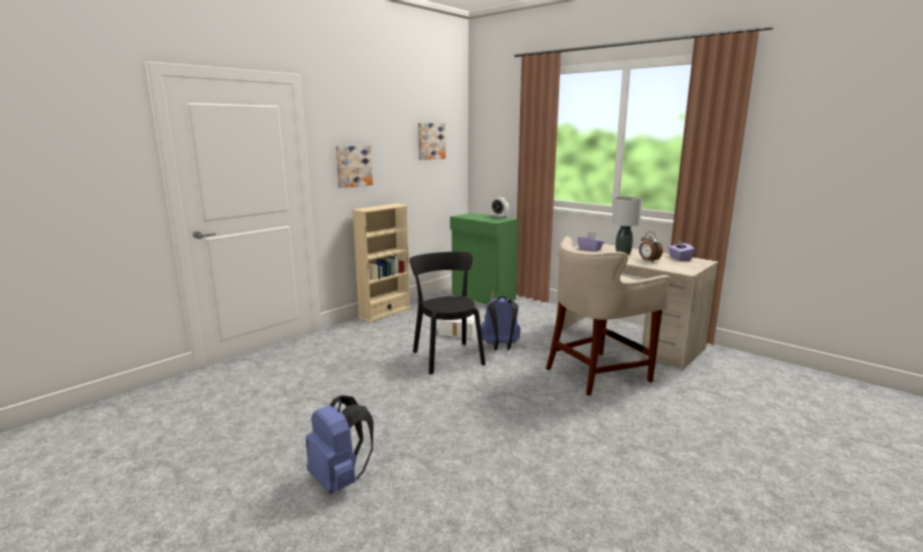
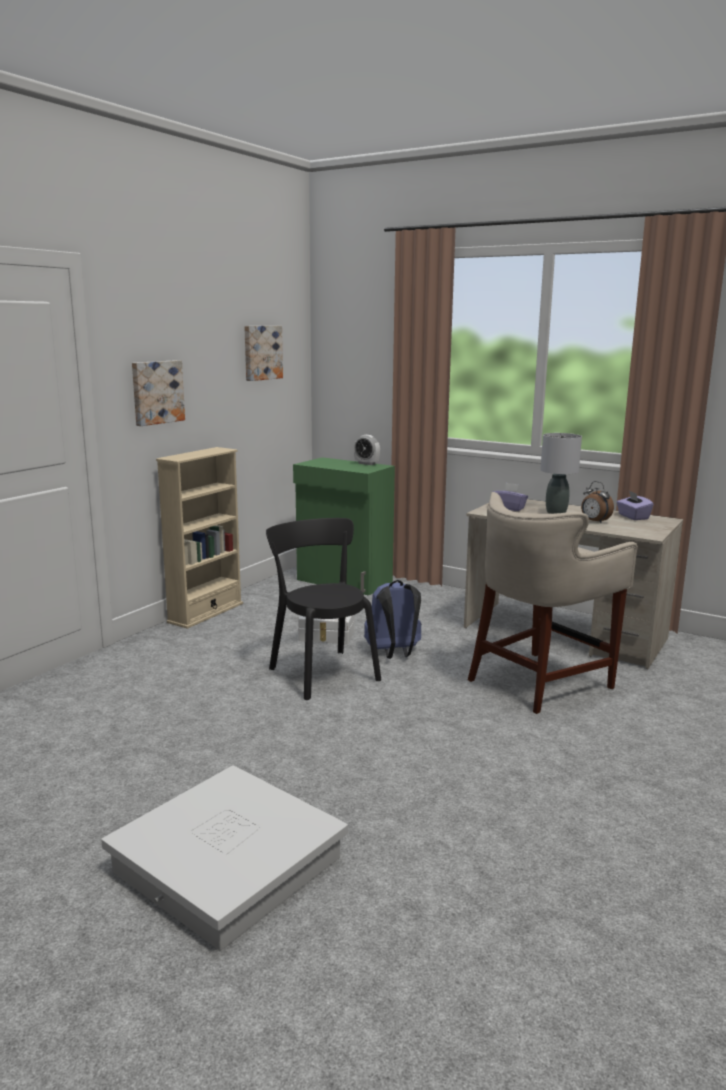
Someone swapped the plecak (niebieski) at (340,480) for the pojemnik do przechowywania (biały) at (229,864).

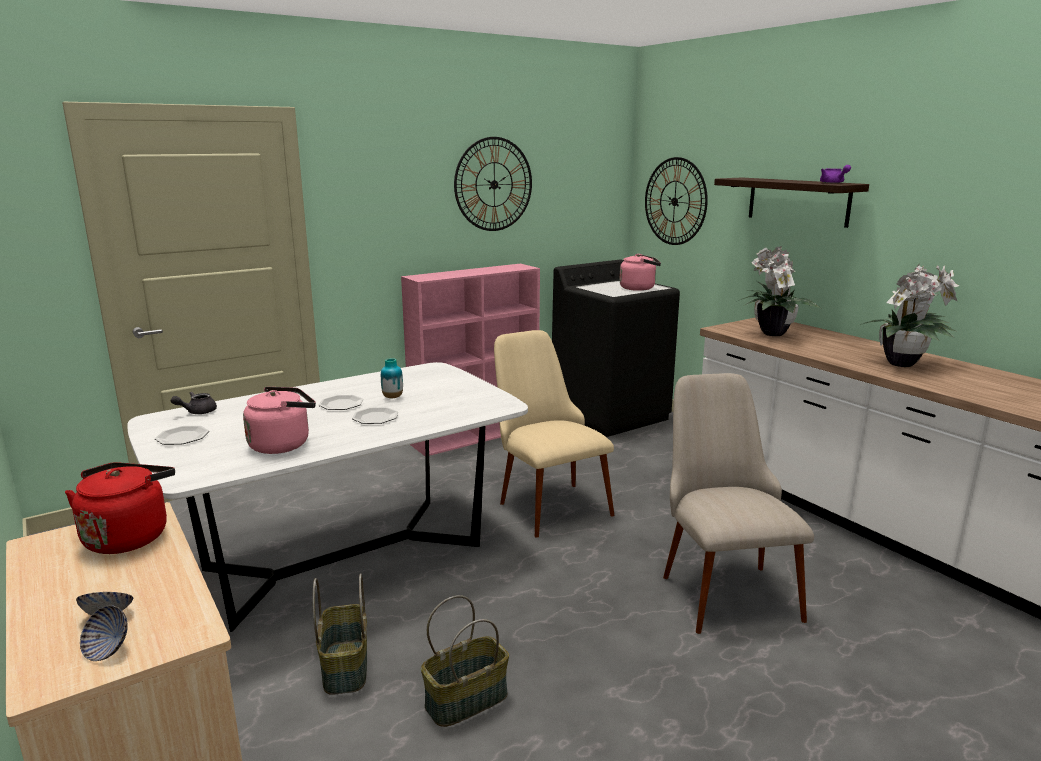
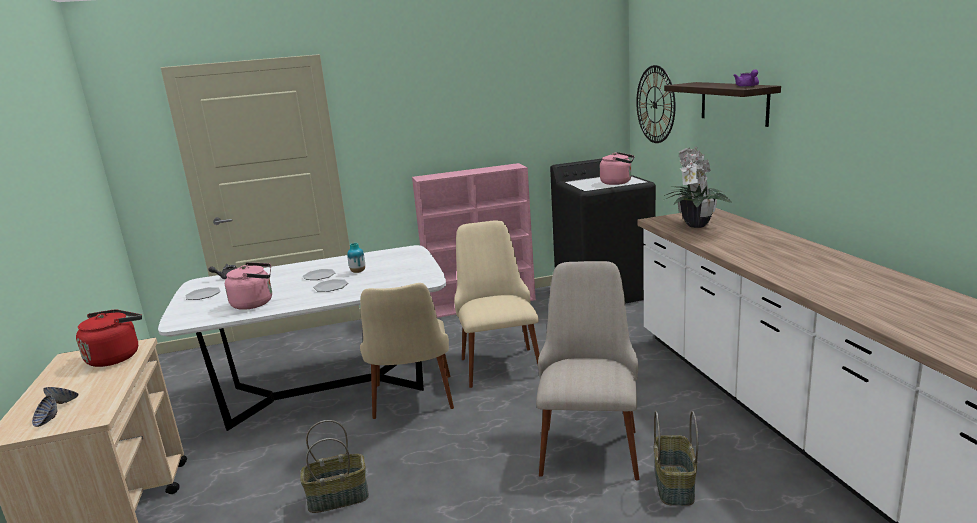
Someone took away the zegar ścienny at (494,184).
Someone took away the roślina doniczkowa at (904,364).
Someone put down the krzesło (beżowy) at (413,405).
Someone carried the koszyk from (344,666) to (673,485).

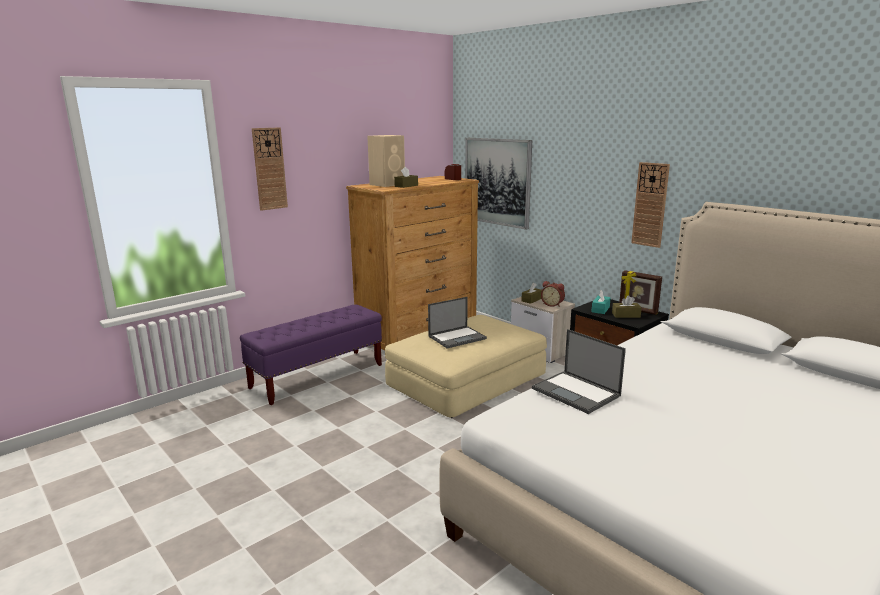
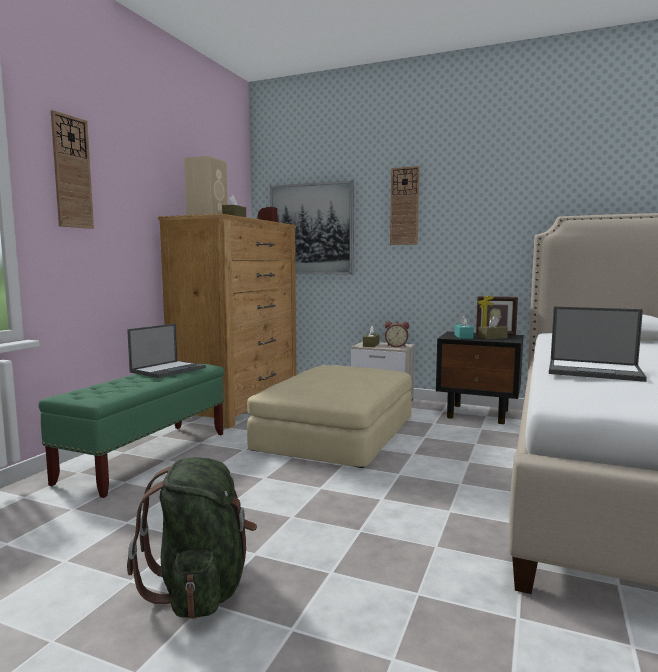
Someone put down the plecak (zielony) at (201,588).
Someone carried the laptop from (457,337) to (168,370).
Someone carried the zegar ścienny from (650,205) to (404,206).
Someone repainted the ławka (fioletowy) at (318,376), which became the ławka (zielony) at (147,457).

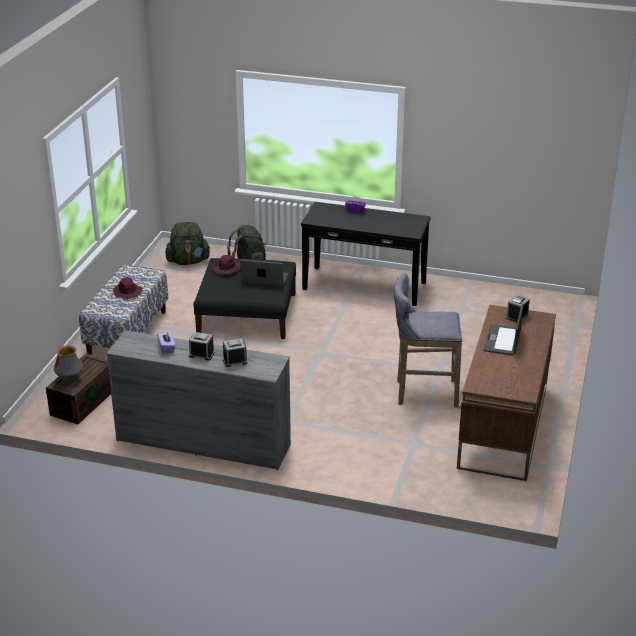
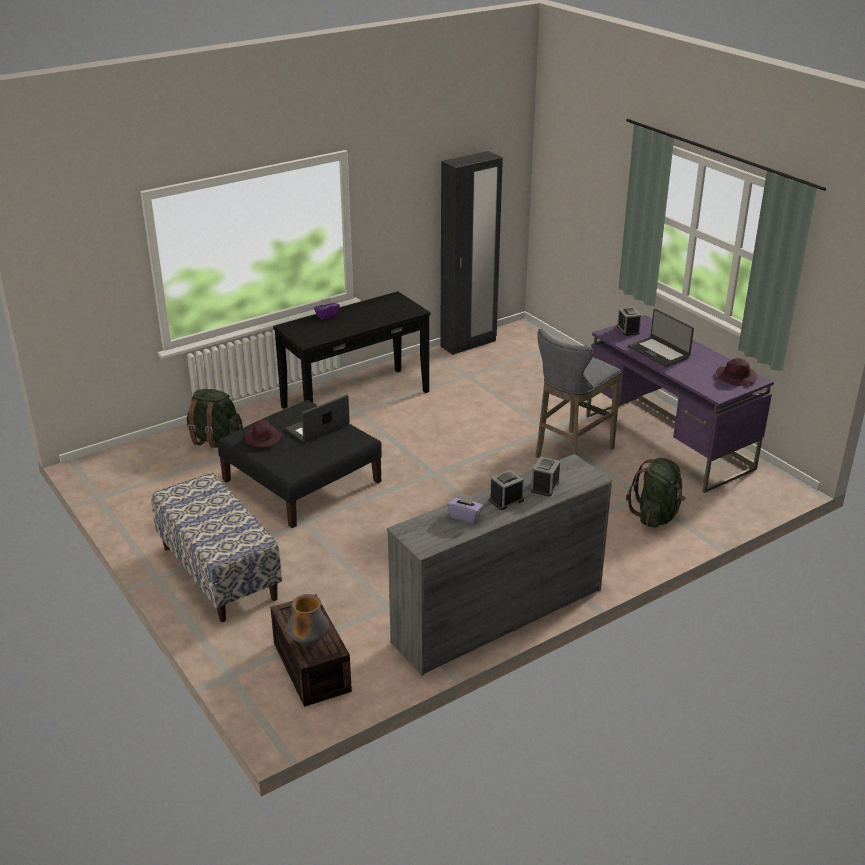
Someone put down the szafa (czarny) at (468,344).
Someone carried the kapelusz (fioletowy) from (128,292) to (736,377).
Someone carried the plecak (zielony) from (188,261) to (656,515).
Someone repainted the biurko (brązowy) at (503,427), which became the biurko (fioletowy) at (668,442).

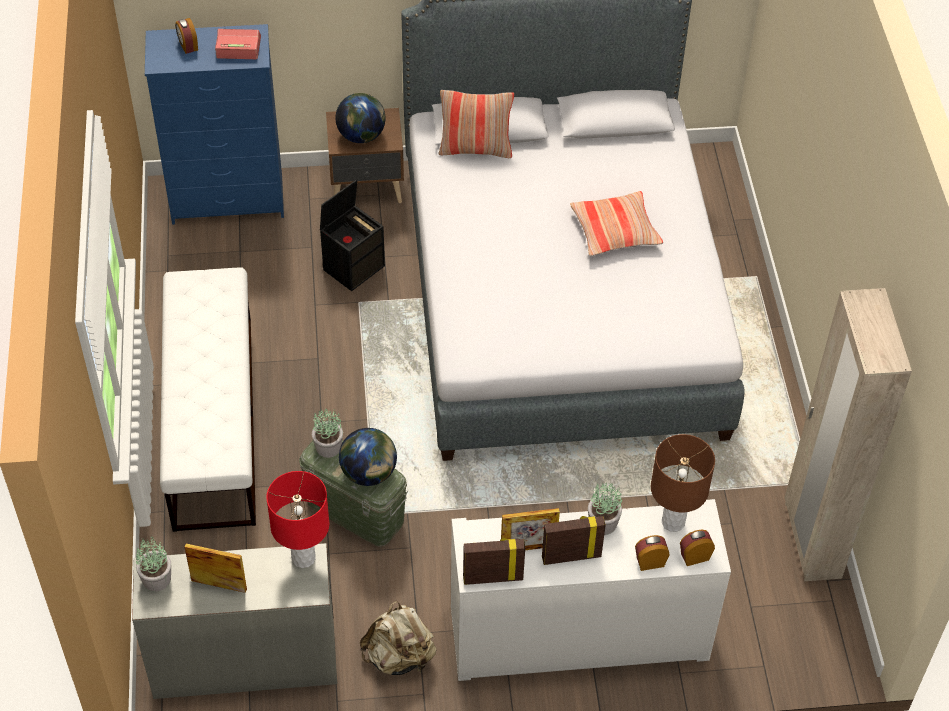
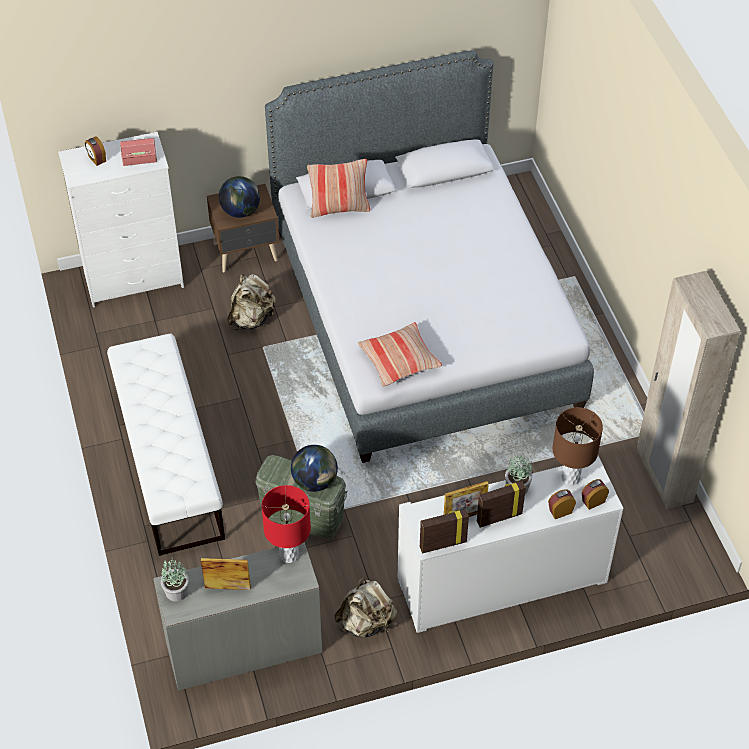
Someone took away the roślina doniczkowa at (328,447).
Someone carried the poduszka from (615,231) to (399,360).
Someone swapped the pojemnik do przechowywania (czarny) at (354,267) for the plecak (beżowy) at (252,319).
Someone repainted the komoda (niebieski) at (229,201), which became the komoda (biały) at (135,280).

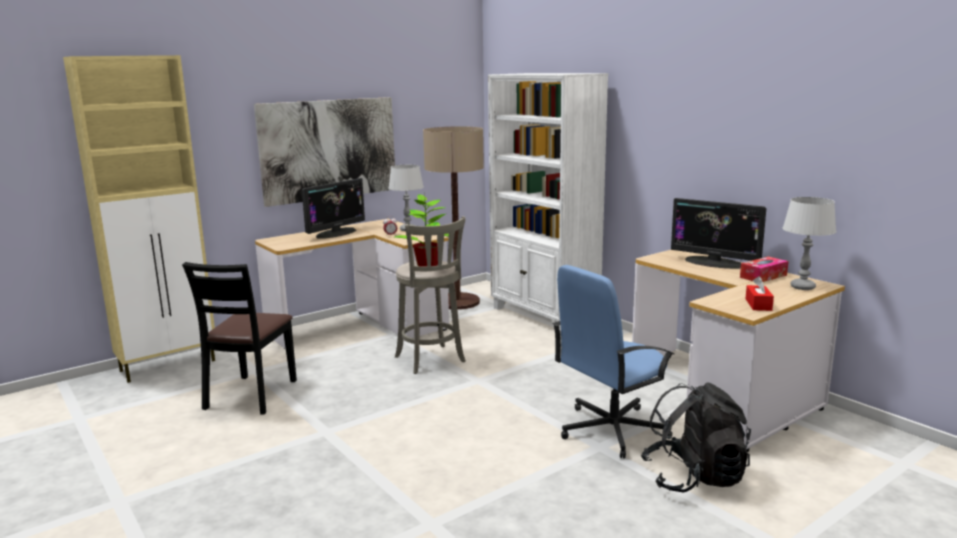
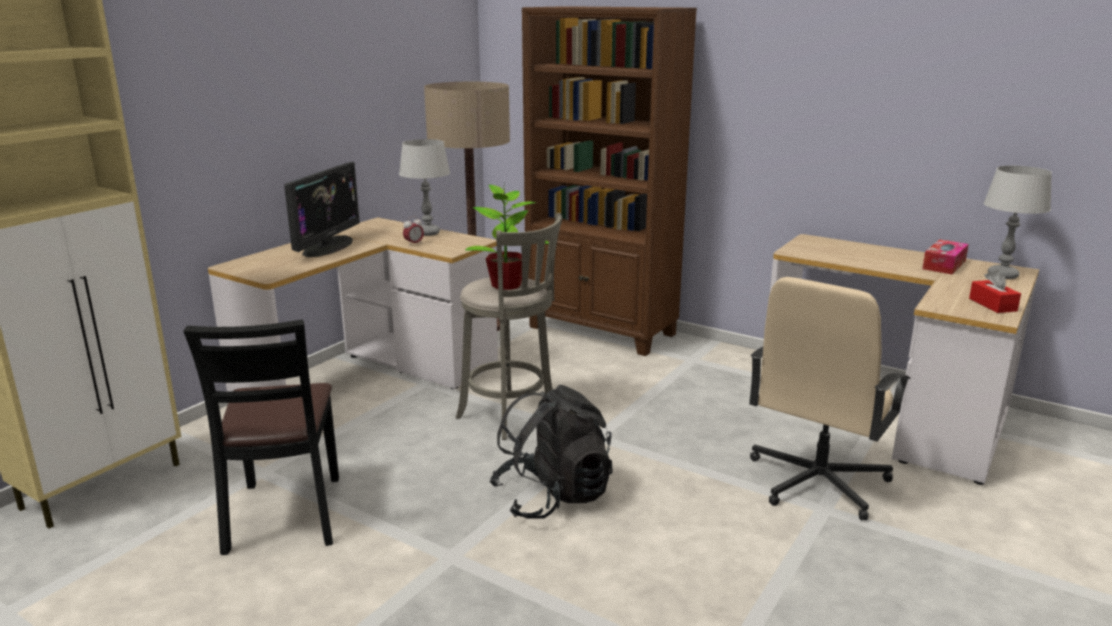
Someone took away the obraz at (329,149).
Someone took away the monitor at (714,263).
Someone carried the plecak (czarny) from (694,477) to (552,496).
Someone repainted the regał (biały) at (544,316), which became the regał (brązowy) at (602,331).
Someone repainted the krzesło biurowe (niebieski) at (611,430), which became the krzesło biurowe (beżowy) at (816,482).

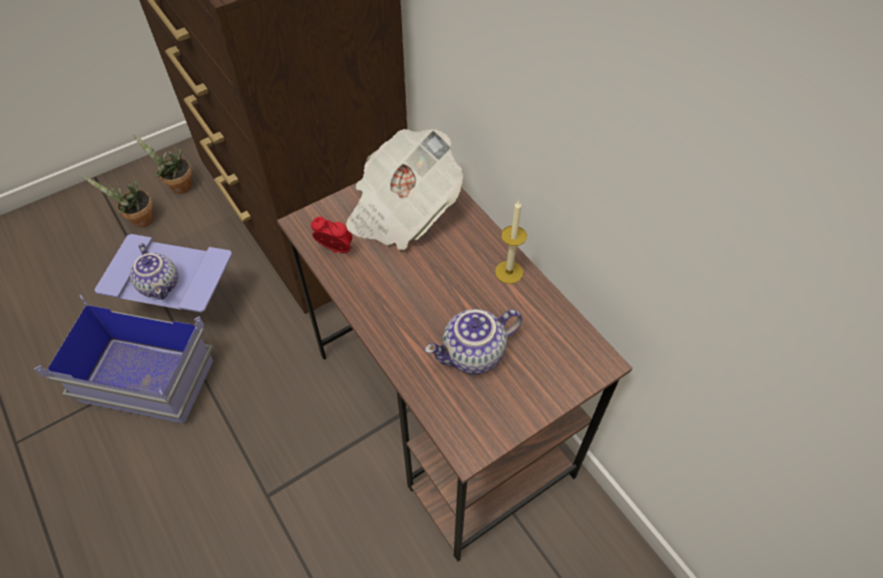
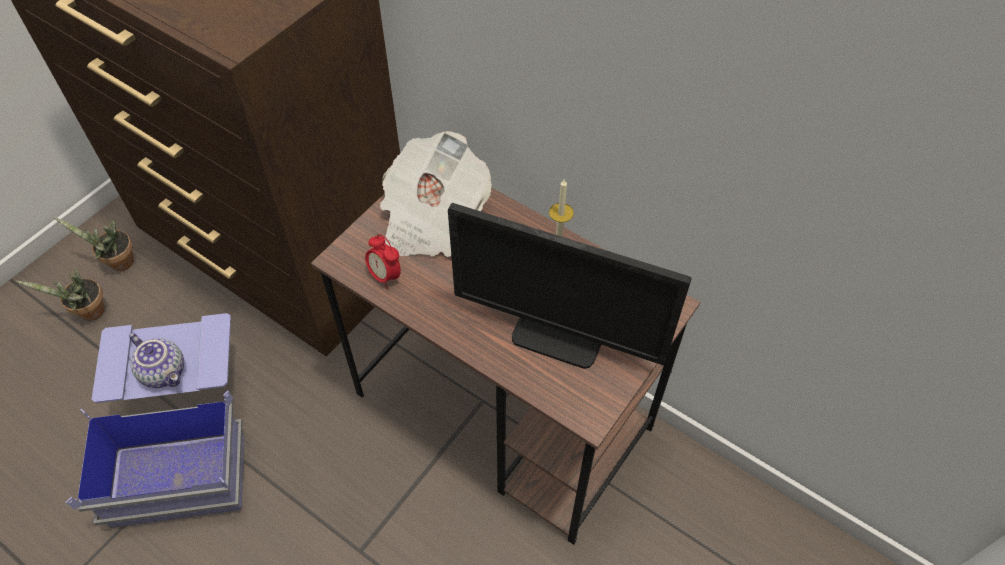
Someone swapped the imbryk at (473,355) for the monitor at (559,334).
Someone rotated the budzik at (336,251) by 135 degrees counterclockwise.

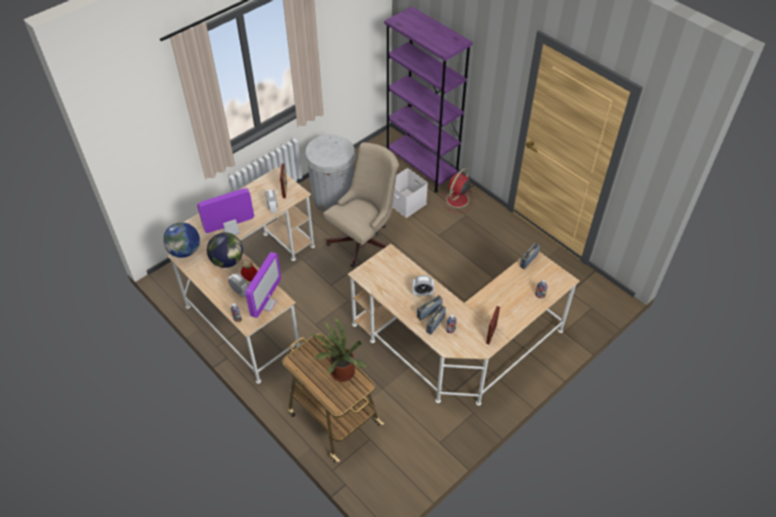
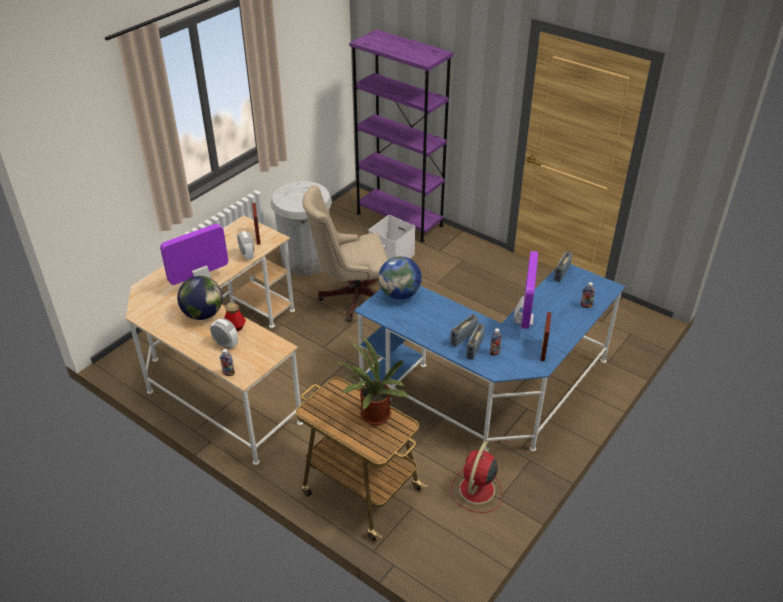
Someone took away the budzik at (422,293).
Someone carried the globus from (185,251) to (400,294).
Someone carried the monitor from (266,304) to (523,319).
Someone carried the wentylator (czerwony) from (456,200) to (476,490).
Someone repainted the biurko (beżowy) at (457,348), which became the biurko (niebieski) at (491,393).
Someone rotated the krzesło biurowe (beżowy) at (364,240) by 135 degrees counterclockwise.

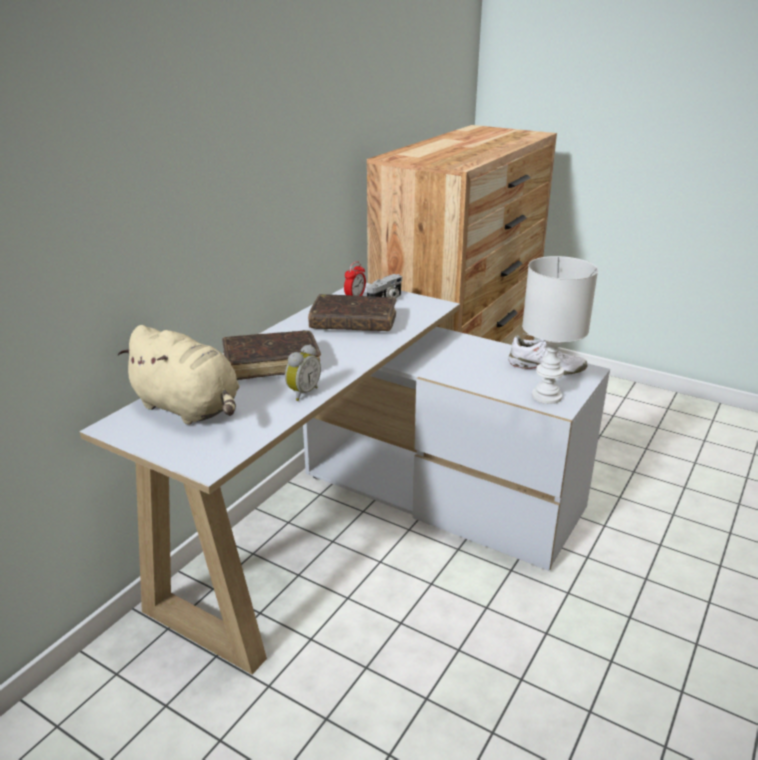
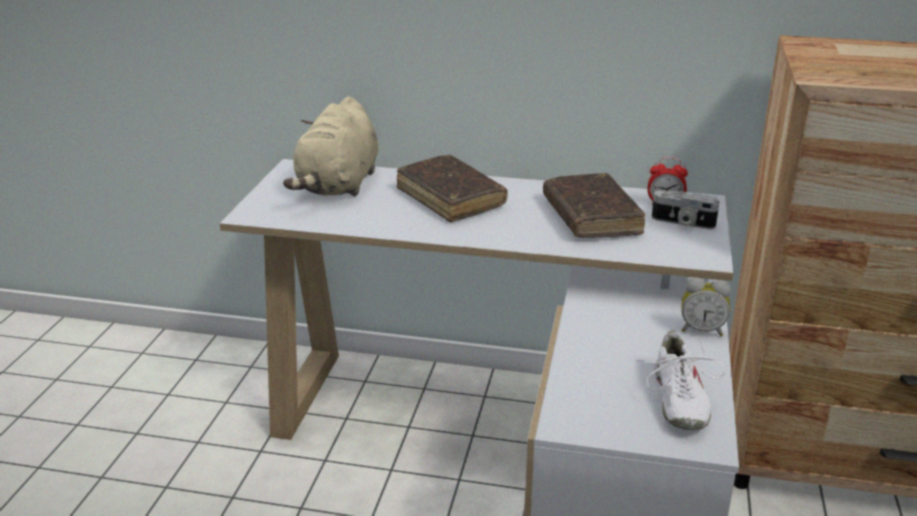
Someone took away the lampa stołowa (biały) at (545,396).
Someone carried the budzik from (302,393) to (701,330).

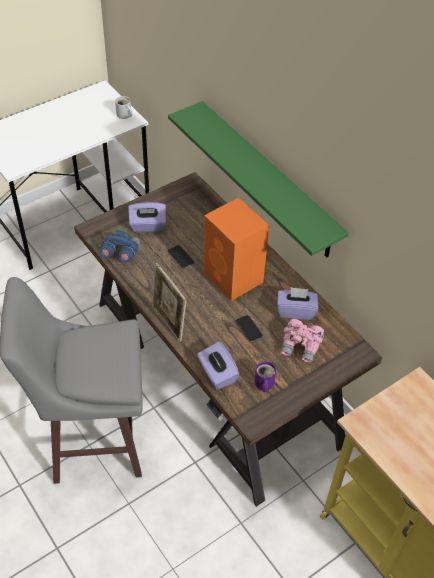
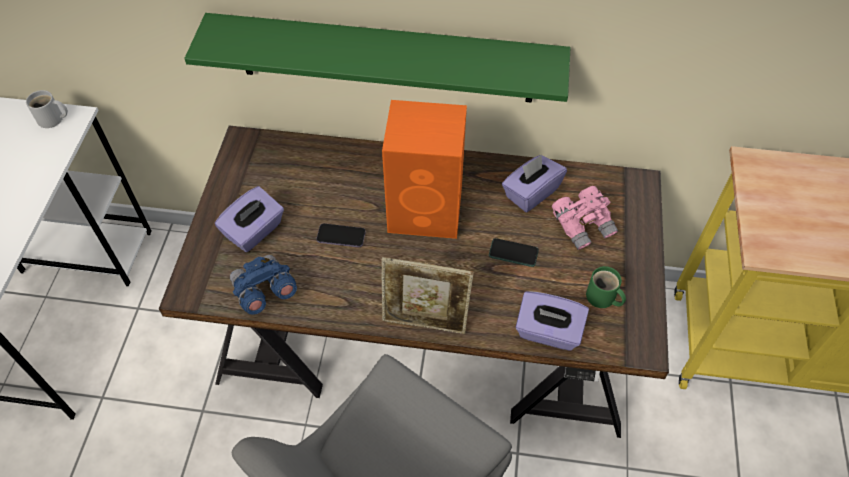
Someone repainted the kubek (fioletowy) at (263,384), which became the kubek (zielony) at (602,298).

